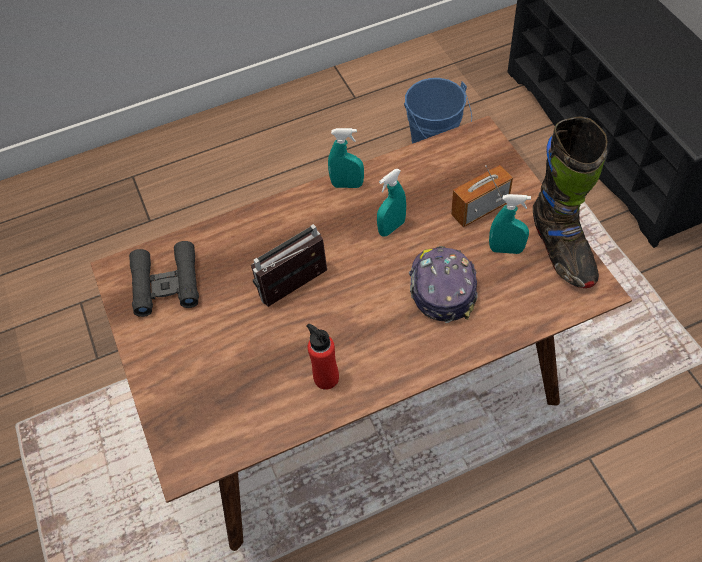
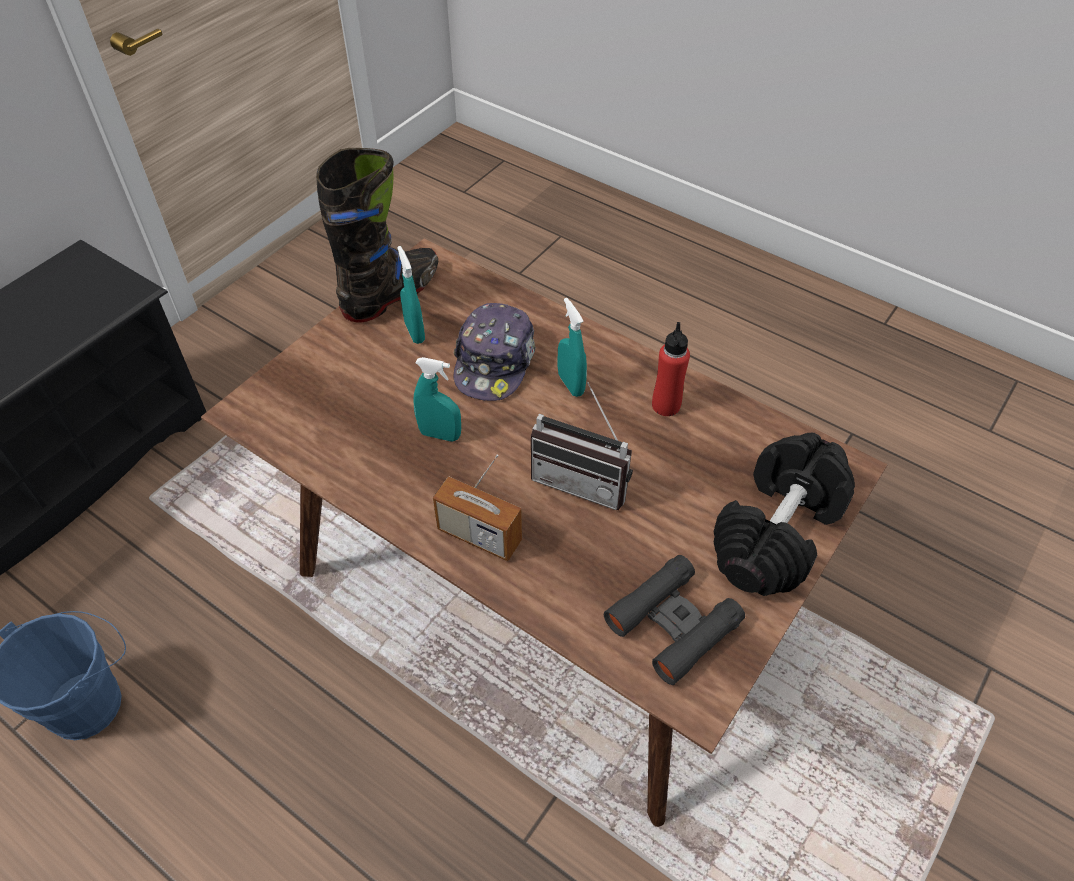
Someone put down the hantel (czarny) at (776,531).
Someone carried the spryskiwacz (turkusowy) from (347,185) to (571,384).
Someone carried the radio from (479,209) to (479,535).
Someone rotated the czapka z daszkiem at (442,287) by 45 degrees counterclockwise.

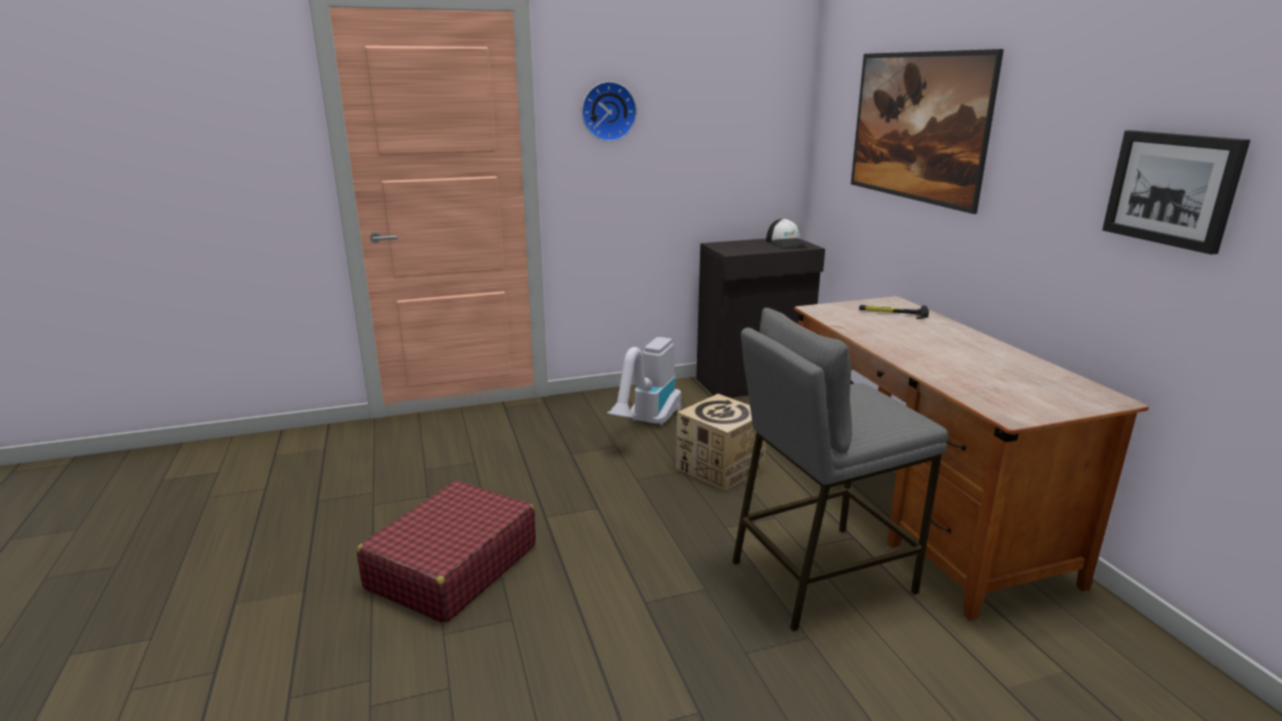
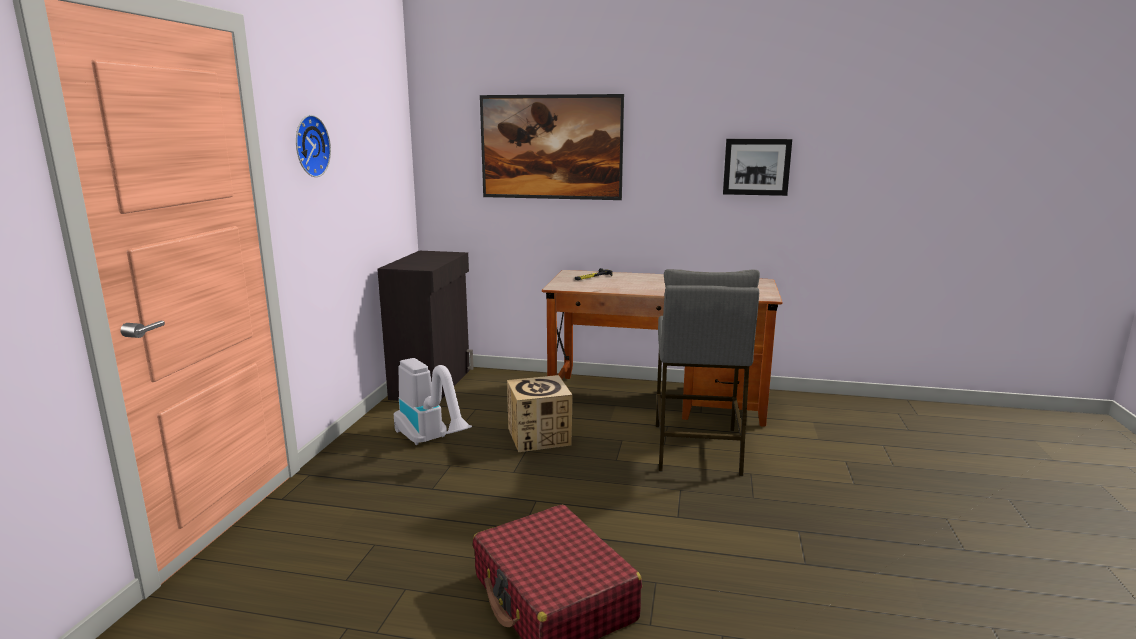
Someone took away the czapka z daszkiem at (786,243).

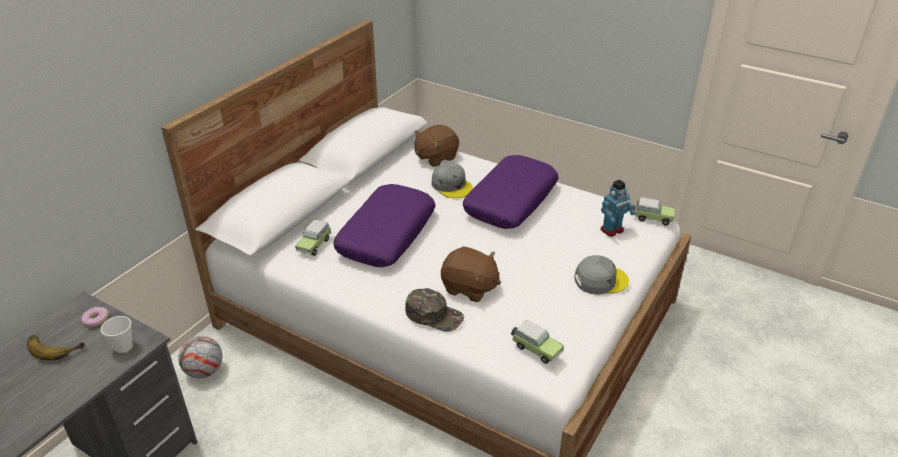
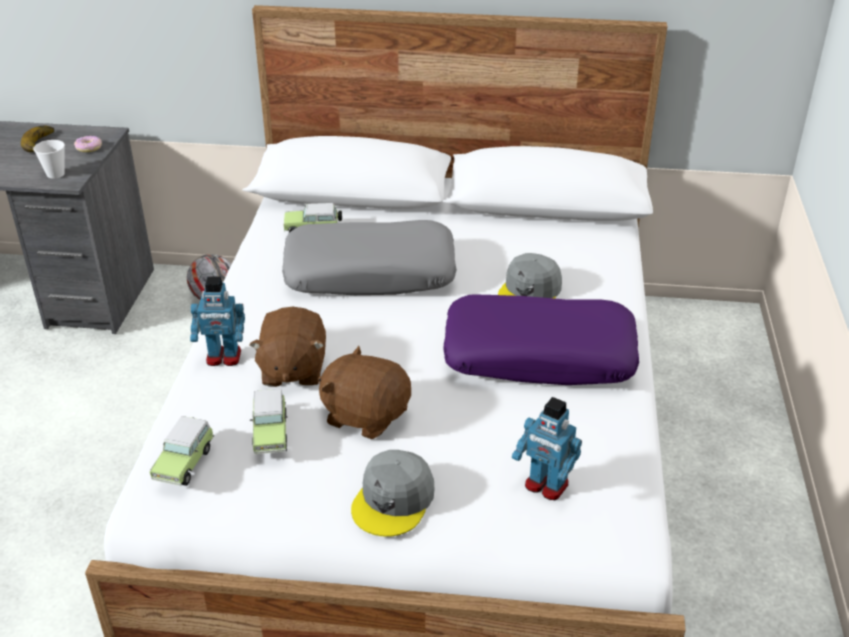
Someone carried the pluszak (brązowy) from (435,157) to (365,415).
Someone carried the samochodzik from (651,218) to (270,433).
Someone swapped the czapka z daszkiem (zielony) at (434,315) for the robot zabawkowy at (223,357).
Someone repainted the poduszka (fioletowy) at (386,234), which became the poduszka (szary) at (370,273).
Someone rotated the czapka z daszkiem (szary) at (600,280) by 60 degrees clockwise.

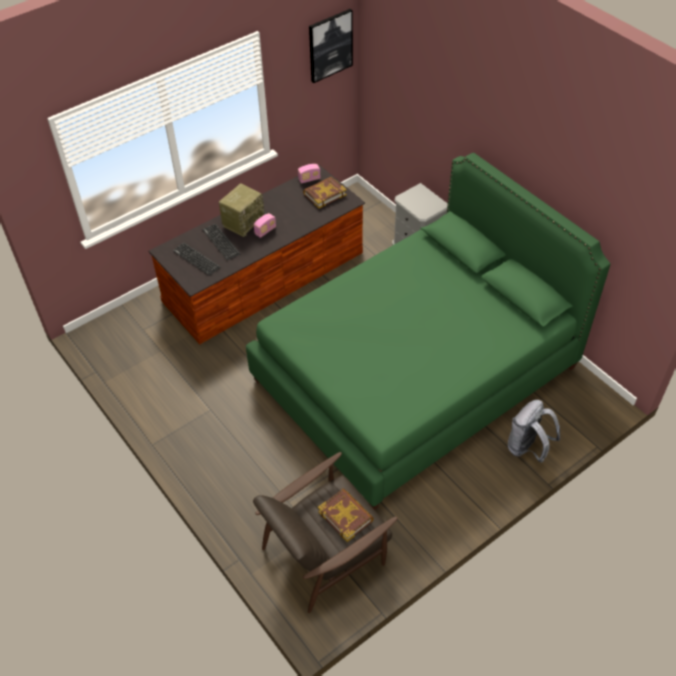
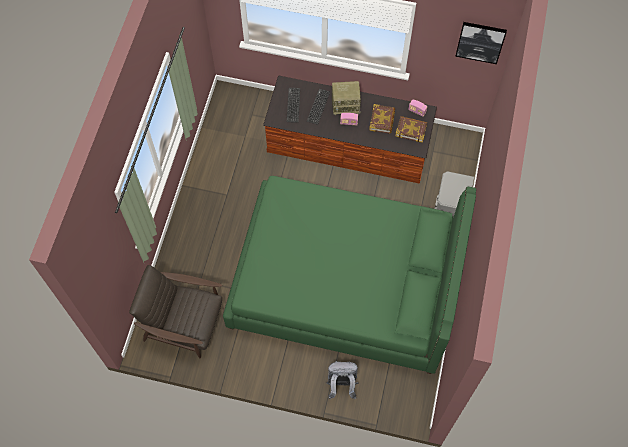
Someone carried the książka from (346,516) to (382,120).

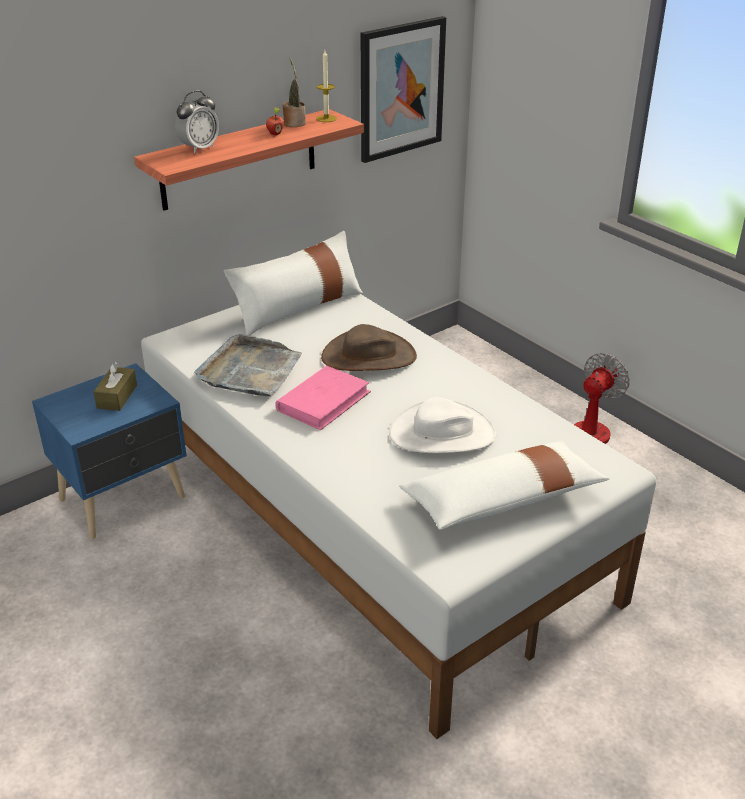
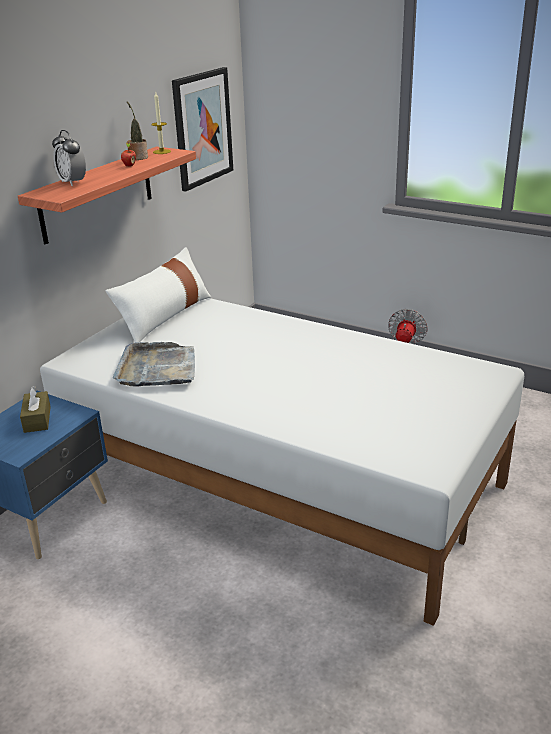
Someone took away the książka (różowy) at (323,401).
Someone took away the kapelusz (brązowy) at (368,357).
Someone took away the kapelusz (biały) at (442,434).
Someone took away the poduszka (biały) at (502,500).
Someone rotated the budzik at (199,148) by 120 degrees clockwise.

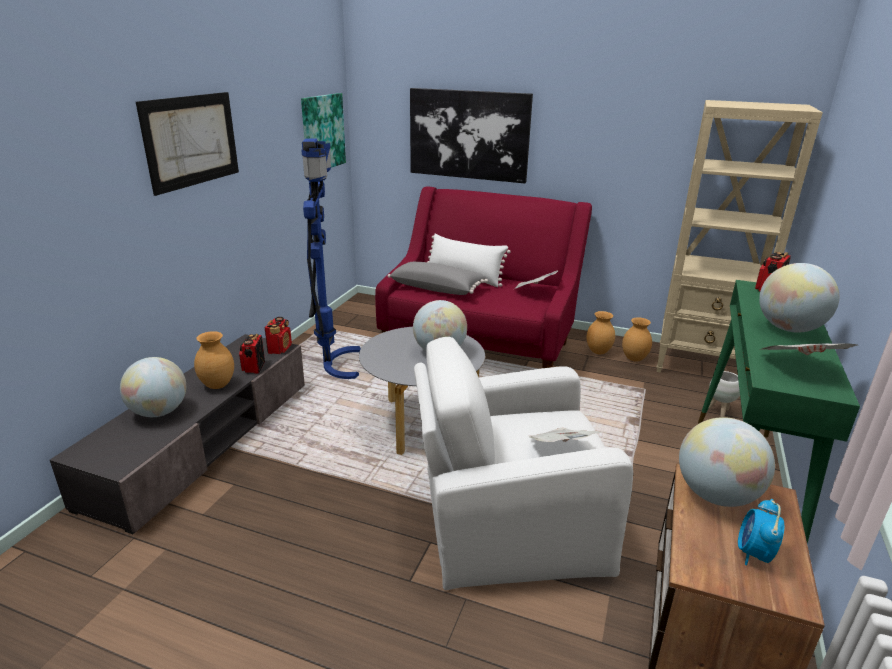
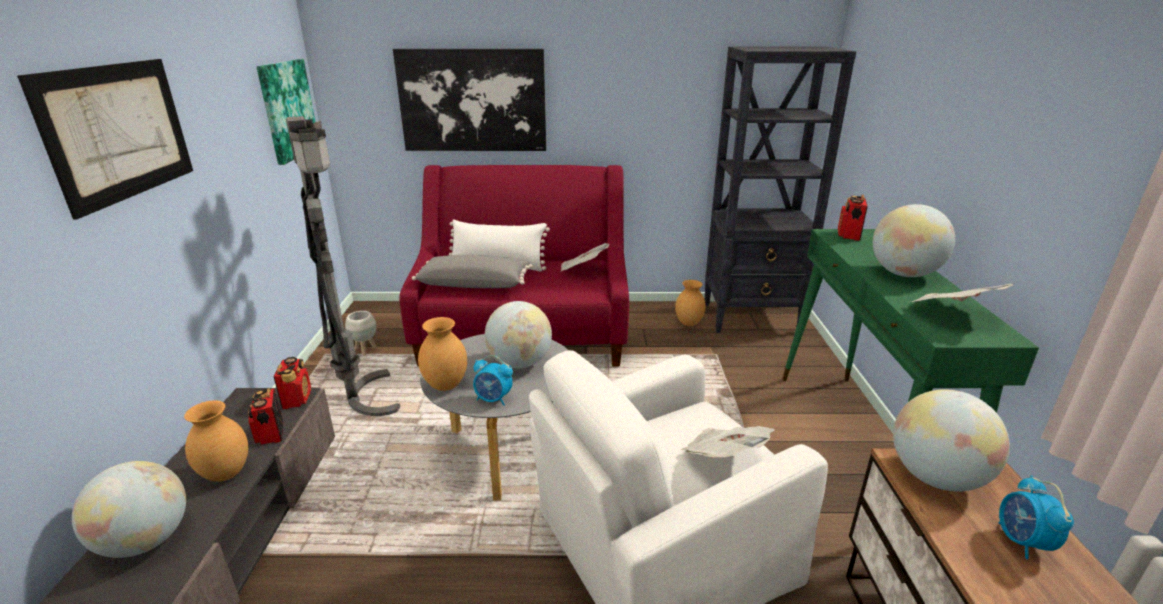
Someone put down the budzik at (493,399).
Someone carried the wazon (brązowy) from (599,352) to (446,385).
Someone carried the donica (biały) from (719,411) to (365,350).
Someone repainted the lampa stojąca (niebieski) at (332,365), which became the lampa stojąca (szary) at (359,400).
Someone repainted the regał (beżowy) at (701,365), which became the regał (czarny) at (751,318).

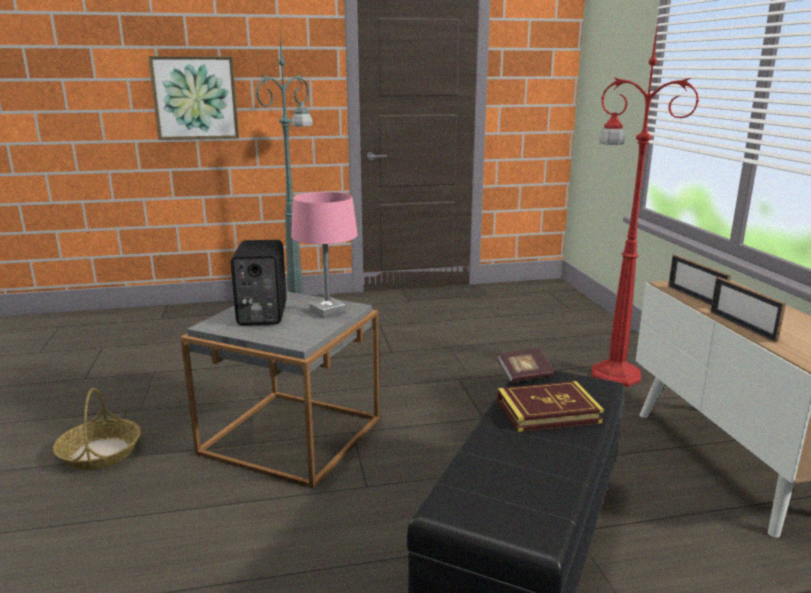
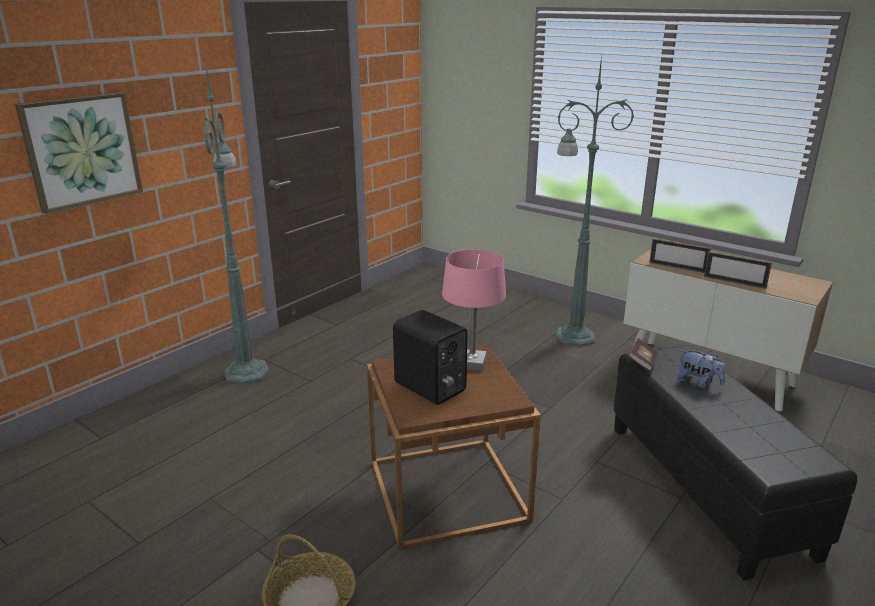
Someone swapped the książka at (548,411) for the pluszak at (698,383).
Someone repainted the stolik (szary) at (291,435), which became the stolik (brązowy) at (447,490).
Someone repainted the lampa stojąca (czerwony) at (612,374), which became the lampa stojąca (zielony) at (572,337).

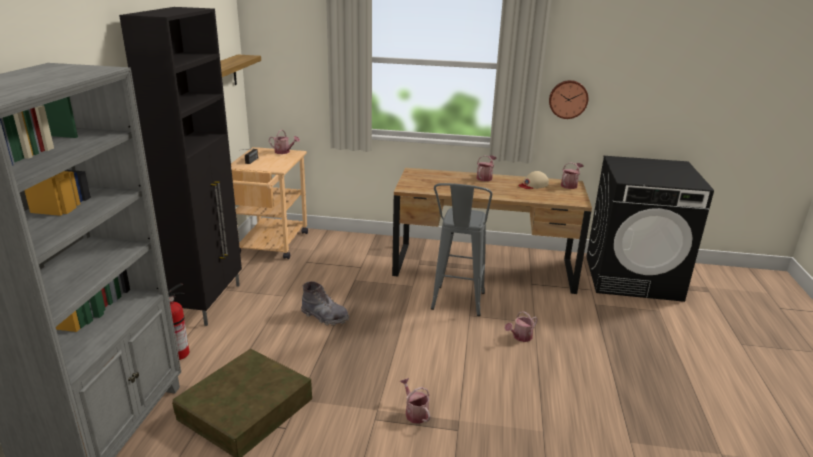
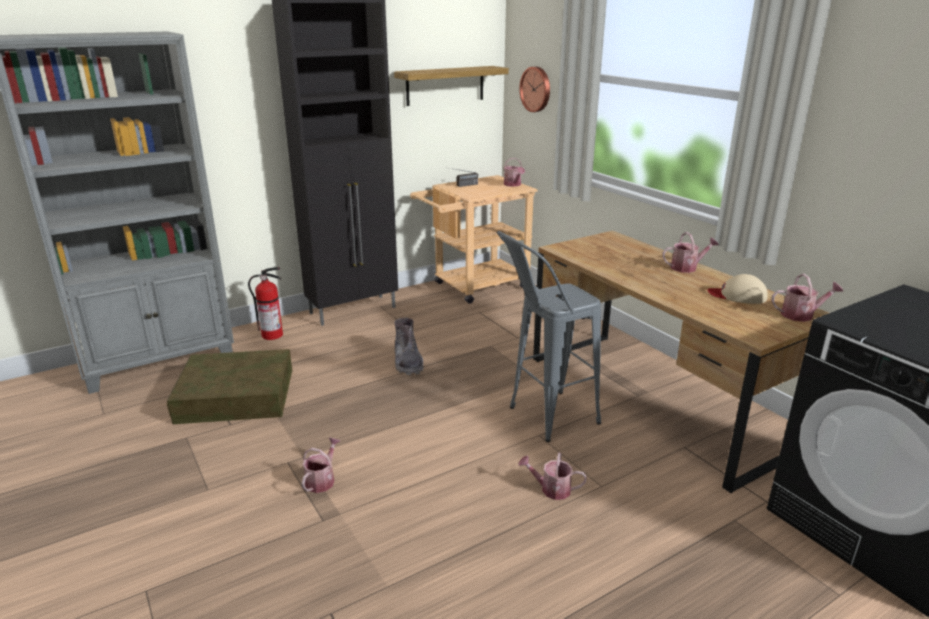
Someone carried the zegar ścienny from (568,99) to (536,89).

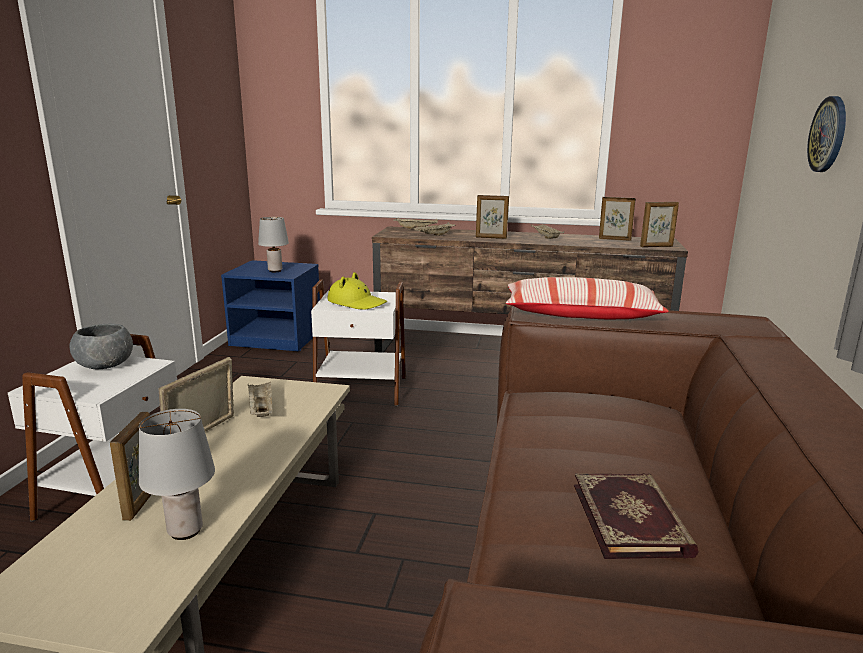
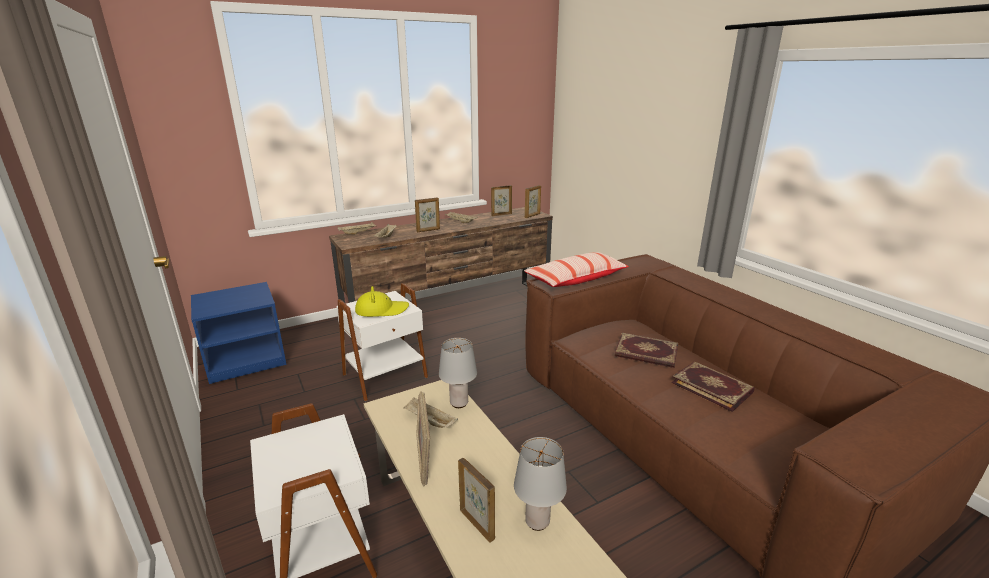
Someone took away the miska (szary) at (105,365).
Someone took away the zegar ścienny at (828,134).
Someone put down the książka at (646,353).
Someone carried the lampa stołowa (szary) from (275,271) to (458,403).

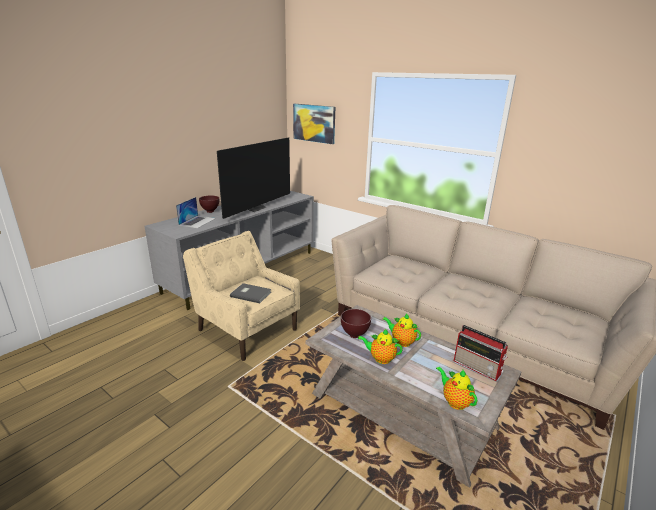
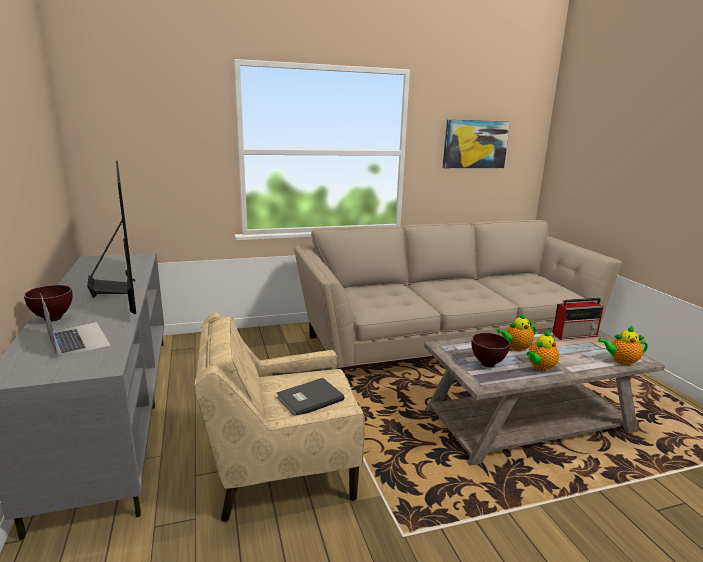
Someone carried the obraz from (314,123) to (475,144).

